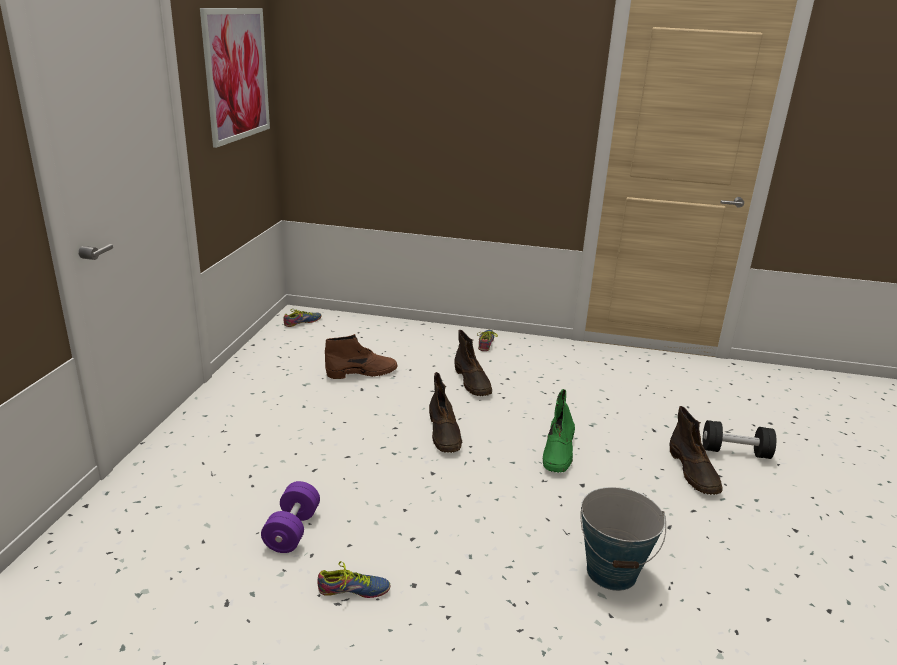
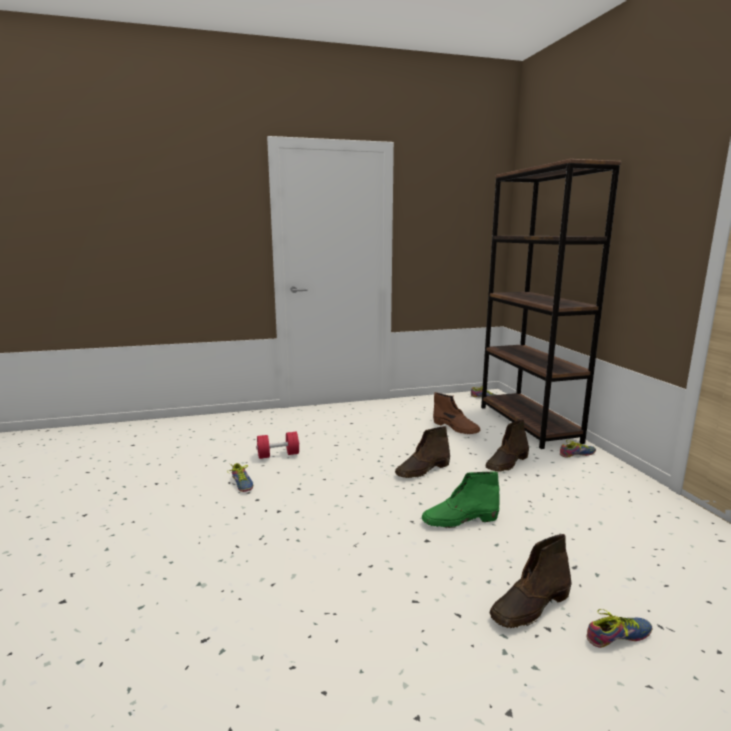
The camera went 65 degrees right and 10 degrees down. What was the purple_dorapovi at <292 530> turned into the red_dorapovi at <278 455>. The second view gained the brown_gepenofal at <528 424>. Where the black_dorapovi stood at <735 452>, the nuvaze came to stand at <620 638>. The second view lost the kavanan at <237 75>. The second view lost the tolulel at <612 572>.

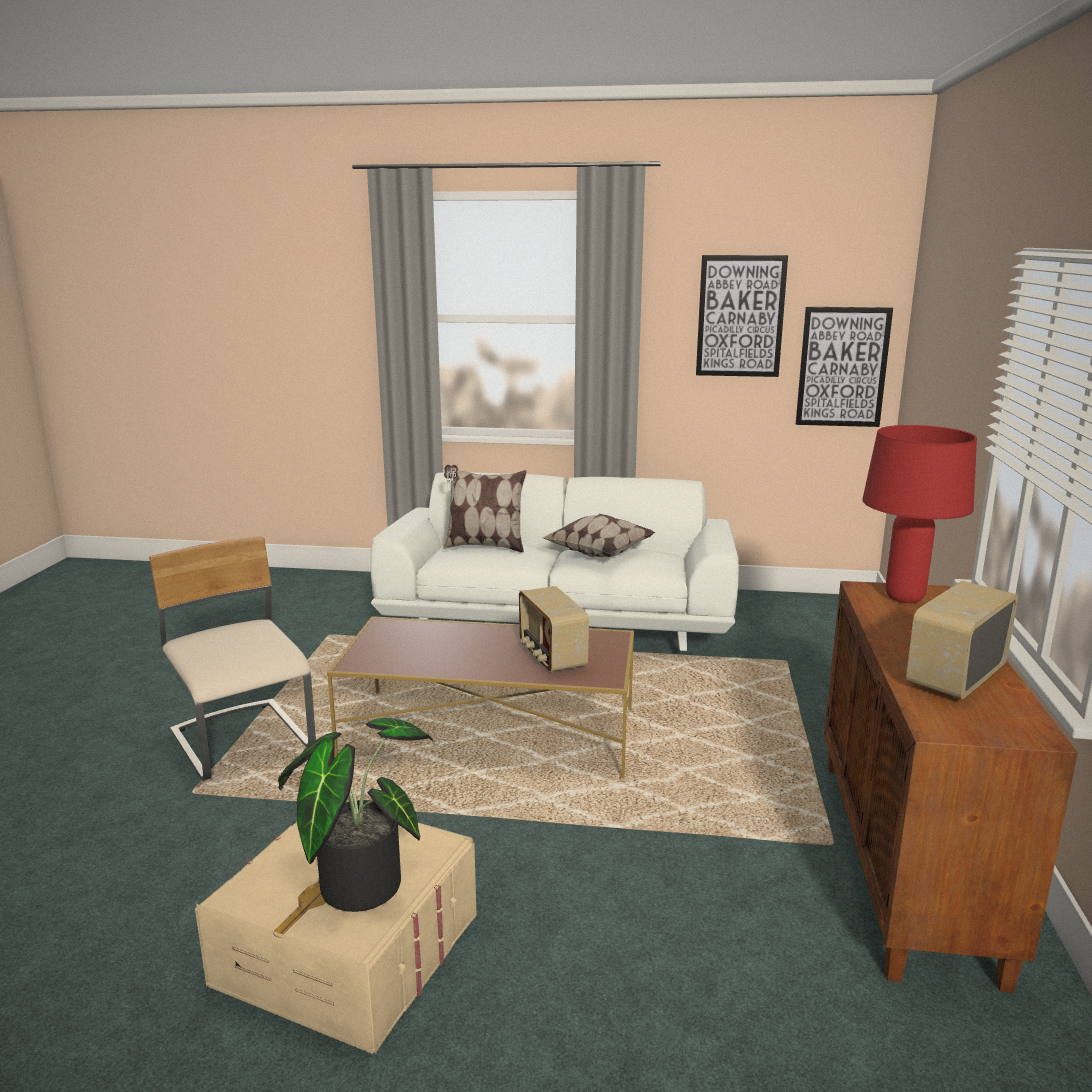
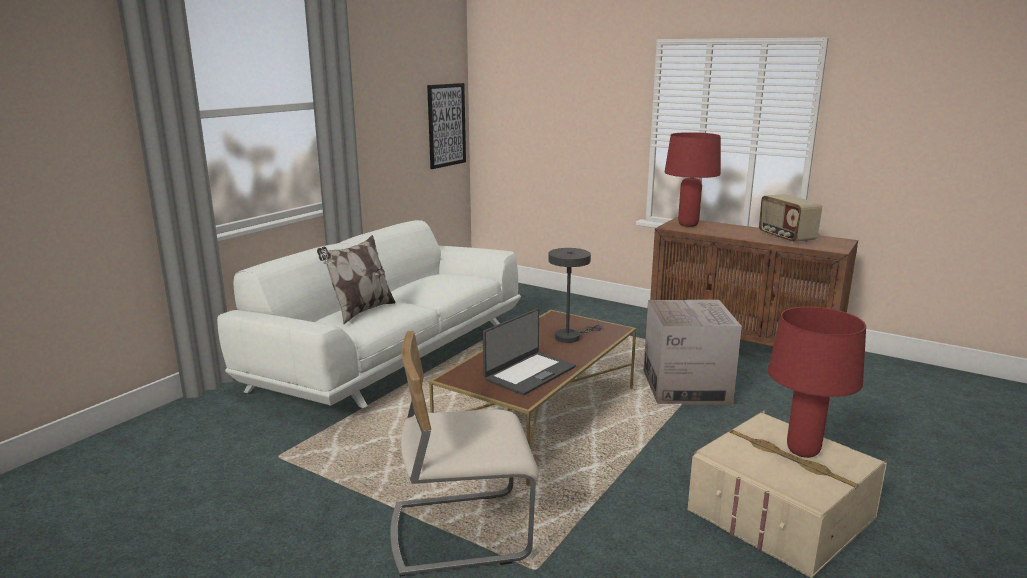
The camera went 65 degrees left and 0 degrees up. The second view gained the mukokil at <529 373>. Where the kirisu stood at <551 657>, the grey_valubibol came to stand at <570 336>. The second view gained the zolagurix at <686 387>. Where the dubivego stood at <358 880>, the red_valubibol came to stand at <802 451>. The second view lost the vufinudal at <598 554>. The second view lost the kavanan at <740 316>.

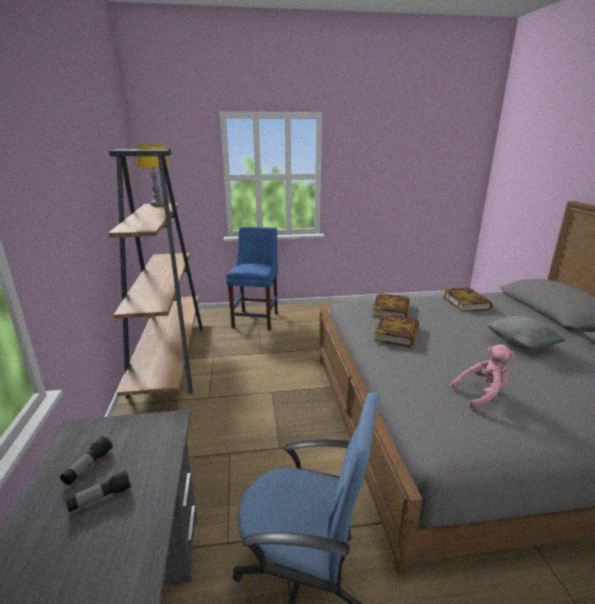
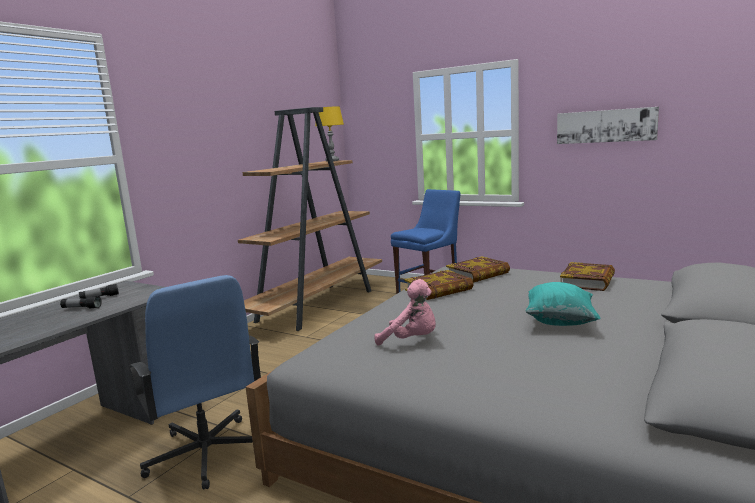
The camera went 40 degrees right and 10 degrees down. What was the grey_vufinudal at <521 344> turned into the turquoise_vufinudal at <560 321>. The second view gained the kavanan at <605 126>.

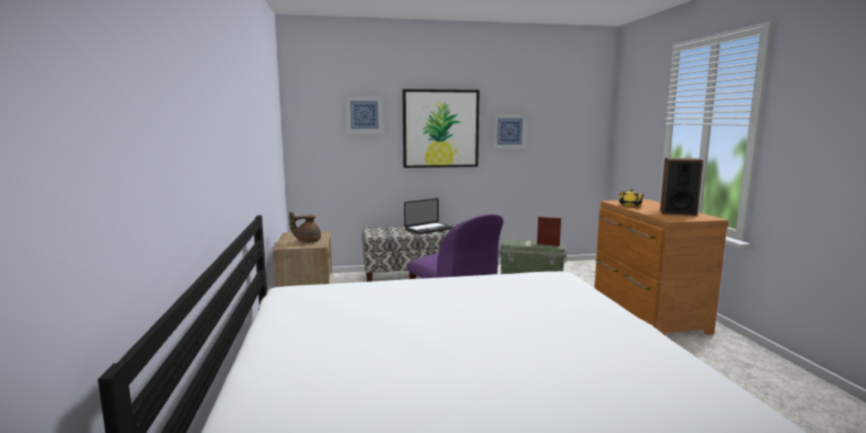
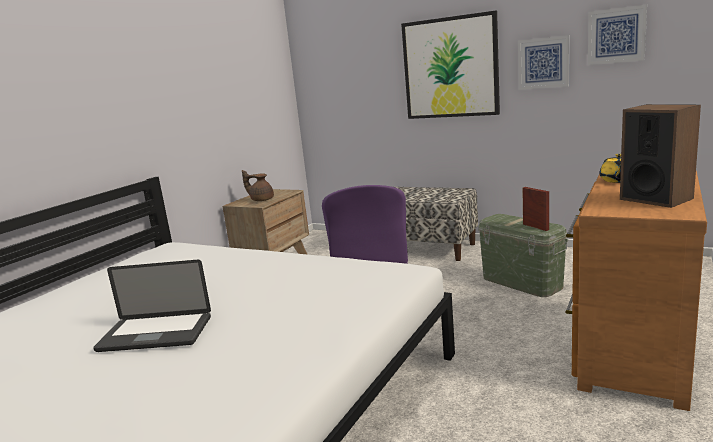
The camera went 40 degrees right and 5 degrees up. The mukokil ended up elsewhere, having gone from <429 229> to <155 334>. The kavanan ended up elsewhere, having gone from <364 114> to <616 35>.

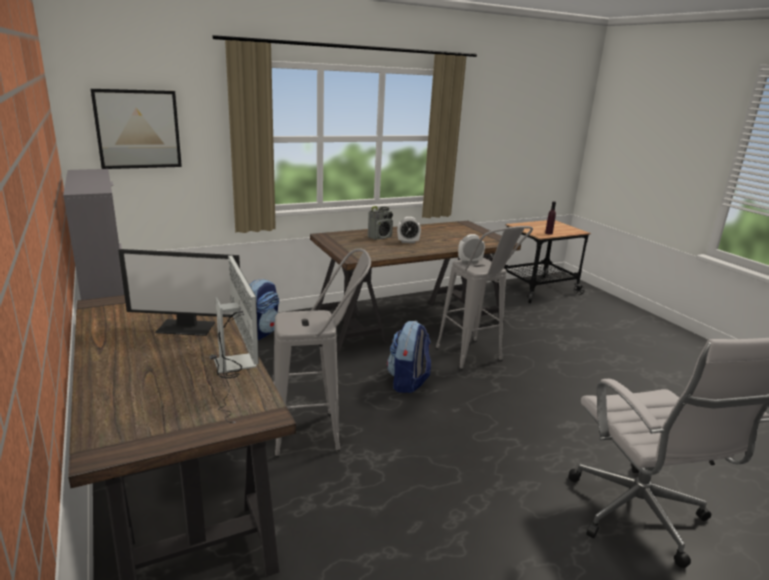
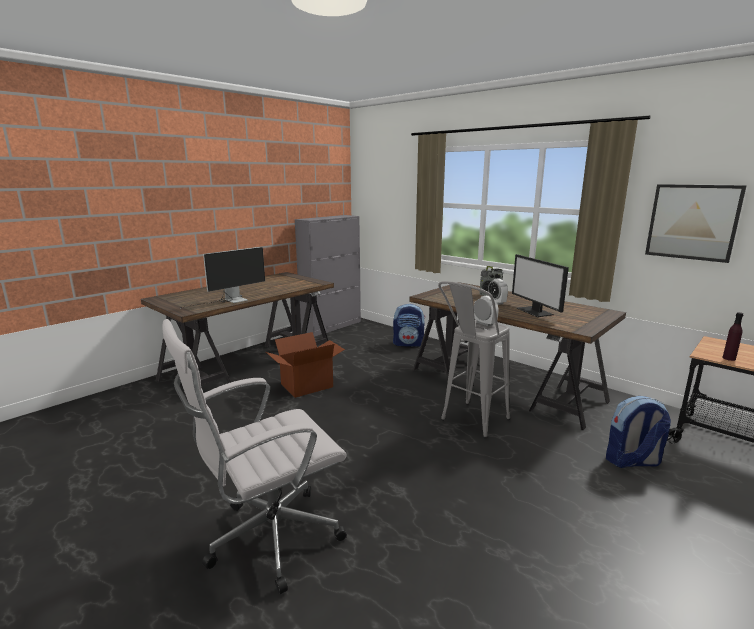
The camera went 70 degrees right and 5 degrees down. Where the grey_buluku stood at <318 433>, the zolagurix came to stand at <306 385>. The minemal ended up elsewhere, having gone from <187 327> to <535 311>. The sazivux ended up elsewhere, having gone from <408 382> to <632 461>. The kavanan ended up elsewhere, having gone from <138 129> to <692 222>.

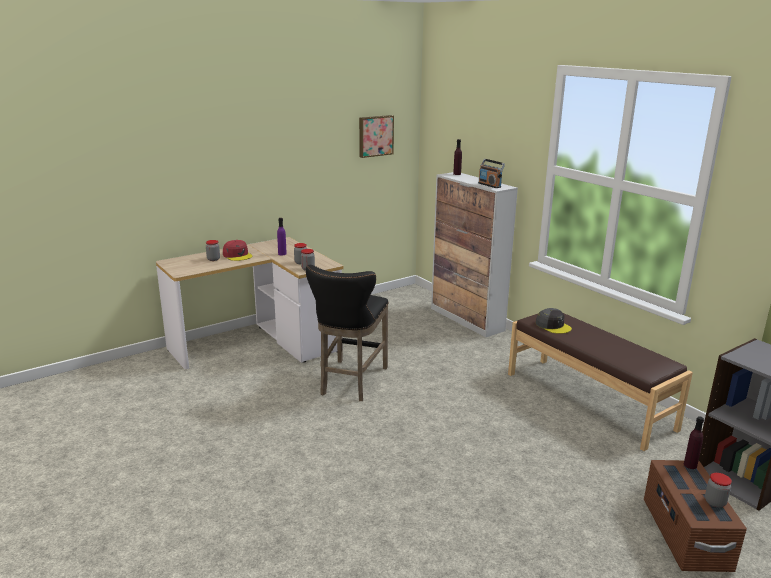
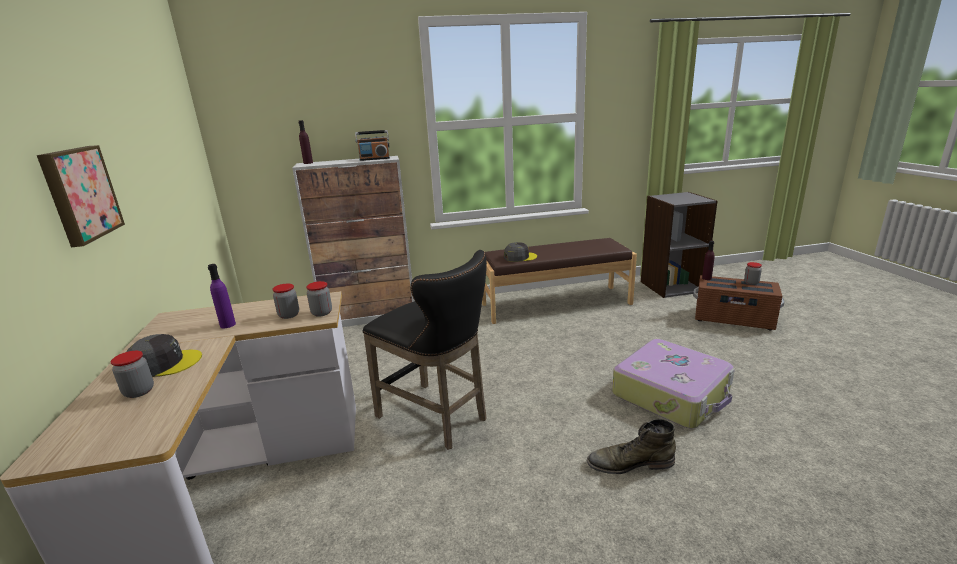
The camera went 65 degrees left and 0 degrees up. The kavanan ended up elsewhere, having gone from <375 136> to <79 194>. What was the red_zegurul at <237 255> turned into the grey_zegurul at <164 364>. The second view gained the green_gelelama at <629 463>. The second view gained the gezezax at <672 394>.

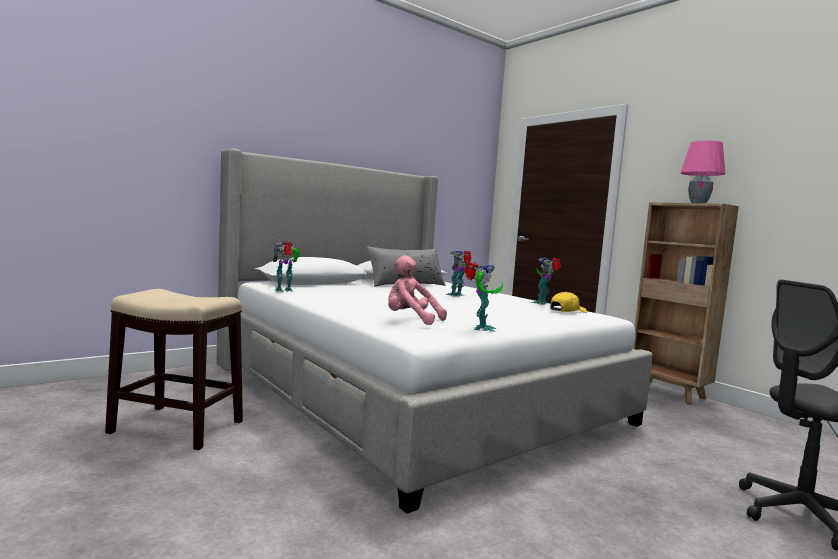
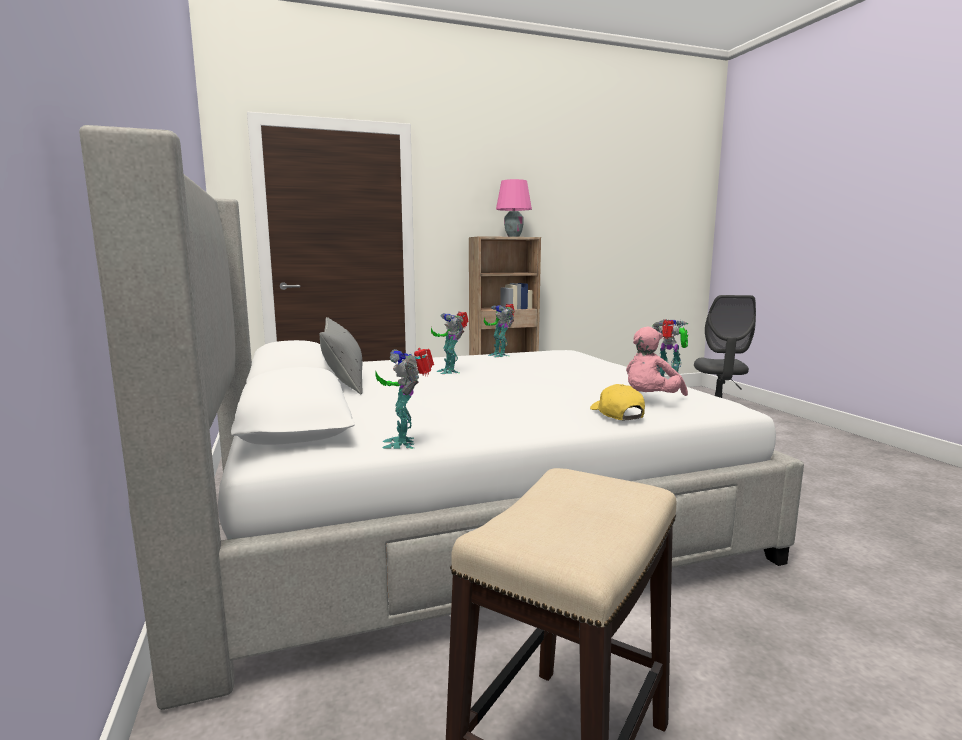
The camera went 70 degrees left and 5 degrees up. The yellow_zegurul ended up elsewhere, having gone from <567 311> to <616 414>.

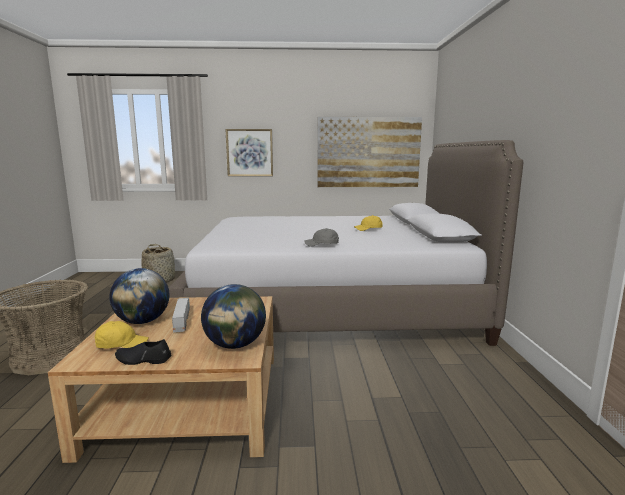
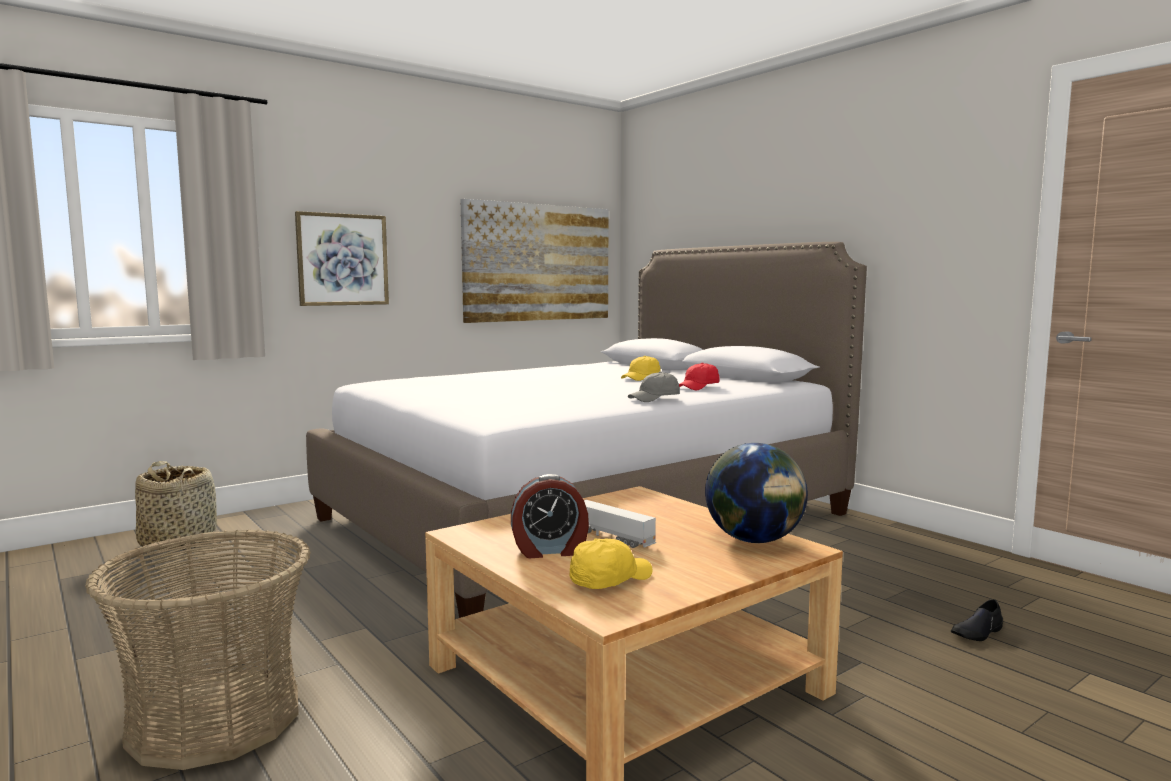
The camera went 35 degrees left and 5 degrees down. Where the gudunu stood at <142 321>, the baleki came to stand at <550 551>. The second view gained the red_zegurul at <698 387>. The black_nuvaze ended up elsewhere, having gone from <143 359> to <977 632>.

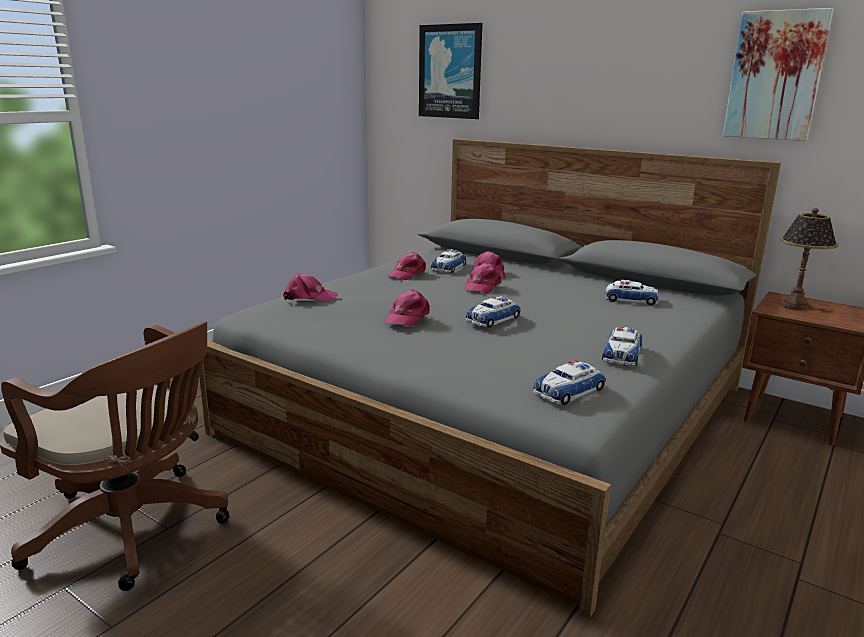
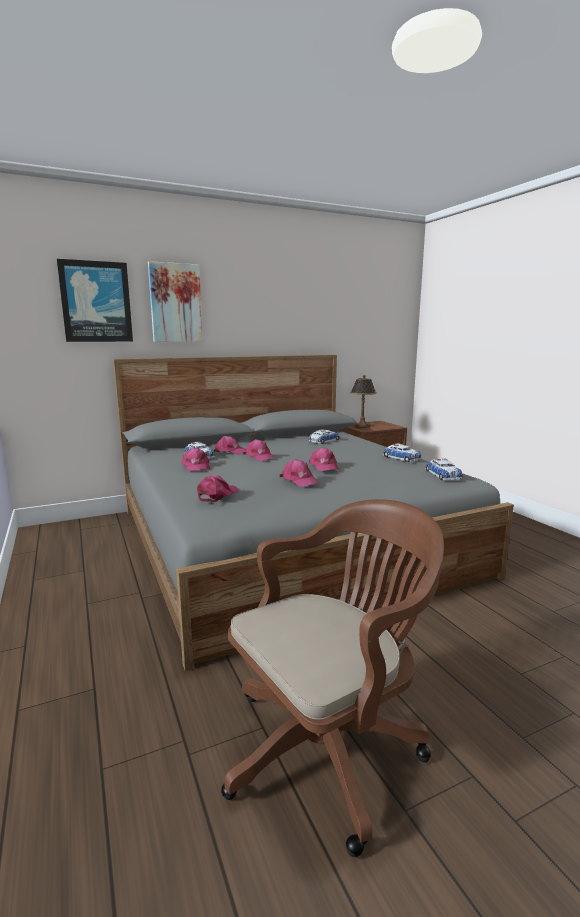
The camera went 60 degrees left and 5 degrees down. The kavanan ended up elsewhere, having gone from <775 76> to <175 303>. Where the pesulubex stood at <493 319>, the pink_zegurul came to stand at <323 466>.

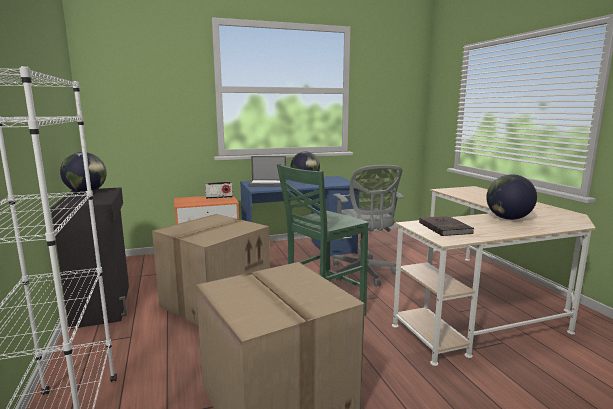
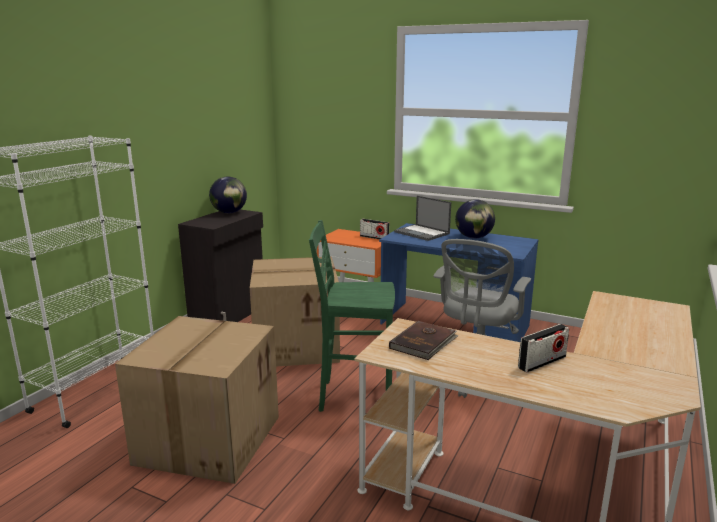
The camera went 45 degrees right and 5 degrees up. Where the gudunu stood at <508 218>, the kirisu came to stand at <542 362>.

